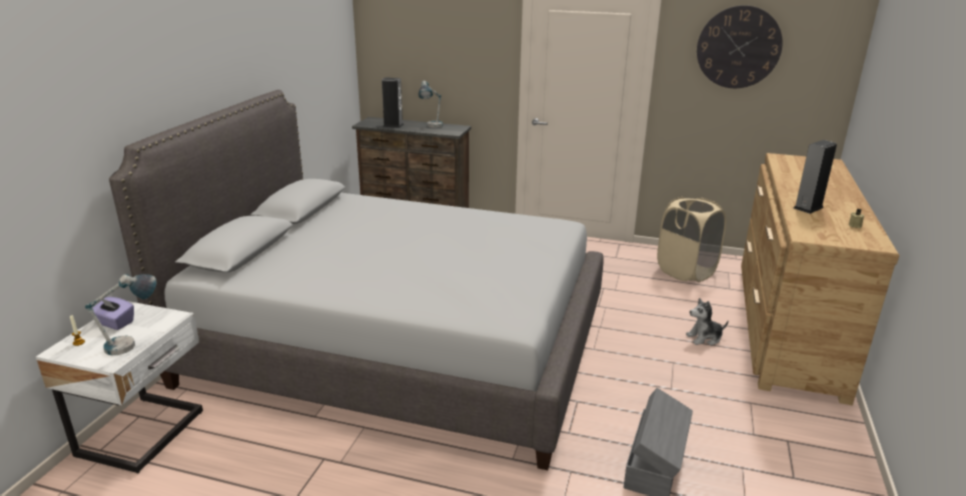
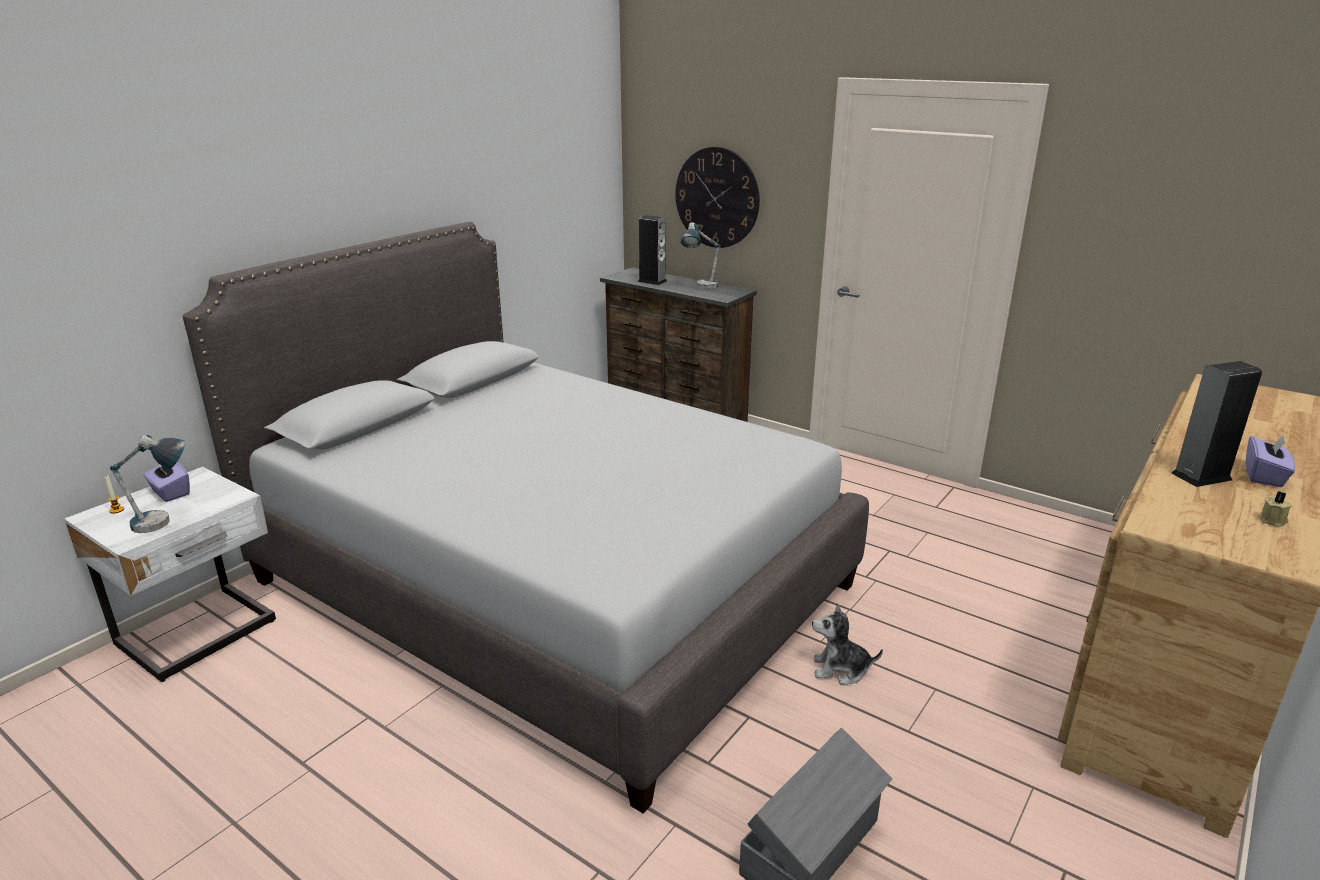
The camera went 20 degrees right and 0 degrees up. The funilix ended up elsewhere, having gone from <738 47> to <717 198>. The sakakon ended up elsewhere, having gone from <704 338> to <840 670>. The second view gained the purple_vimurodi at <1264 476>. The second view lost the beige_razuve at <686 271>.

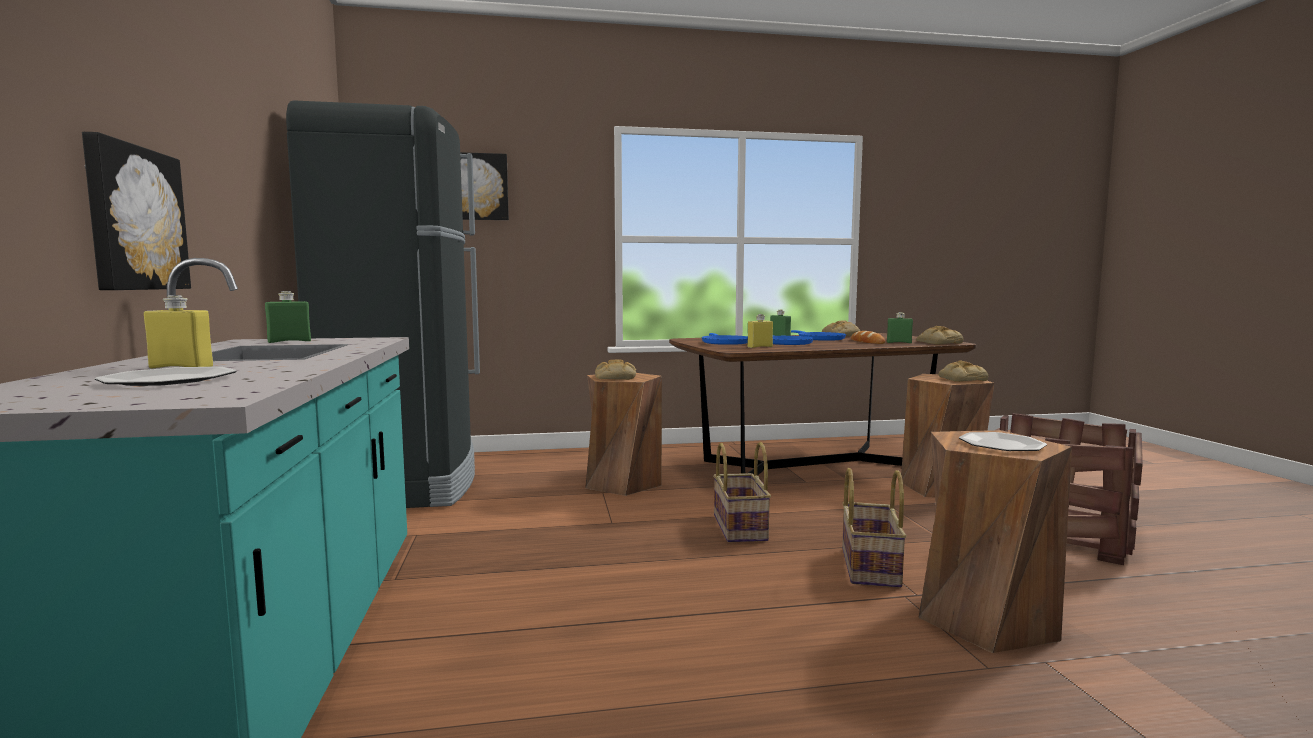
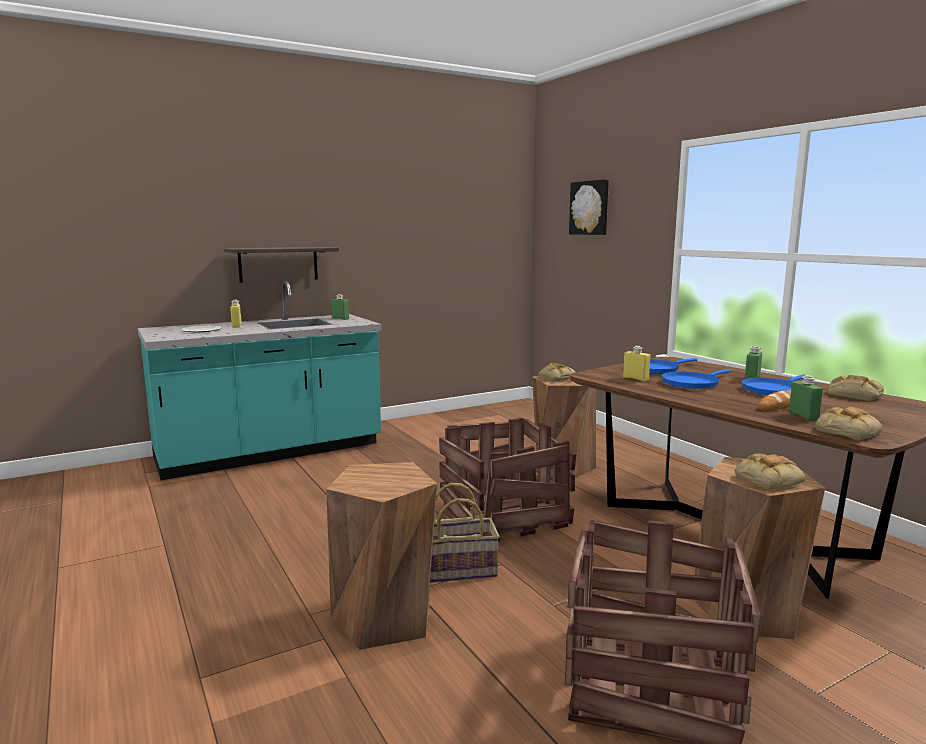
The camera went 70 degrees right and 5 degrees up. Where the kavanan hung at <134 219>, the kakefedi came to hang at <278 264>. Where the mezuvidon stood at <741 528>, the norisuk came to stand at <502 517>. The second view lost the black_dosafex at <405 484>. The second view lost the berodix at <1001 444>.

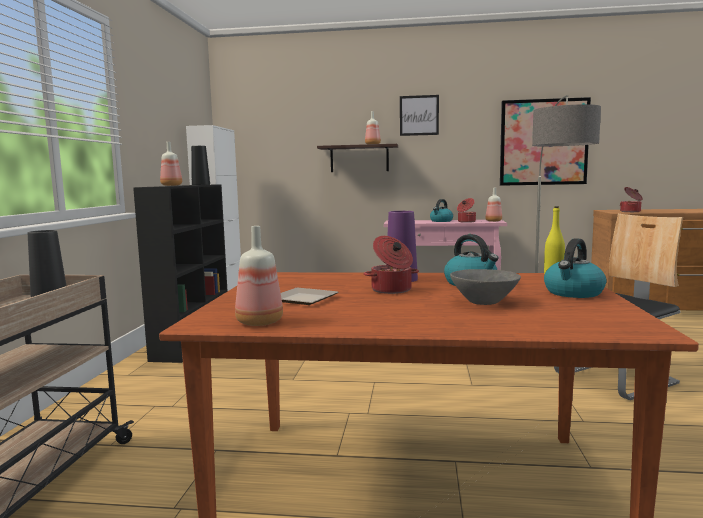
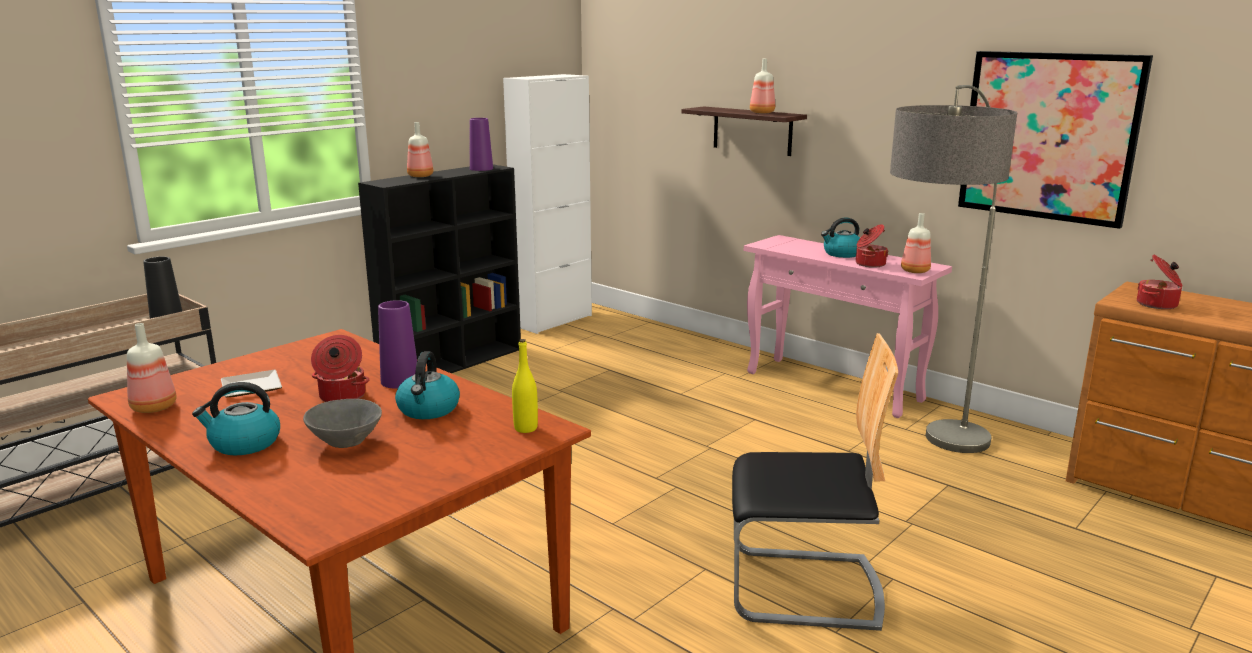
The camera went 35 degrees right and 10 degrees up. The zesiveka ended up elsewhere, having gone from <573 293> to <244 444>. What was the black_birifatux at <201 184> turned into the purple_birifatux at <481 169>. The second view lost the kavanan at <419 115>.

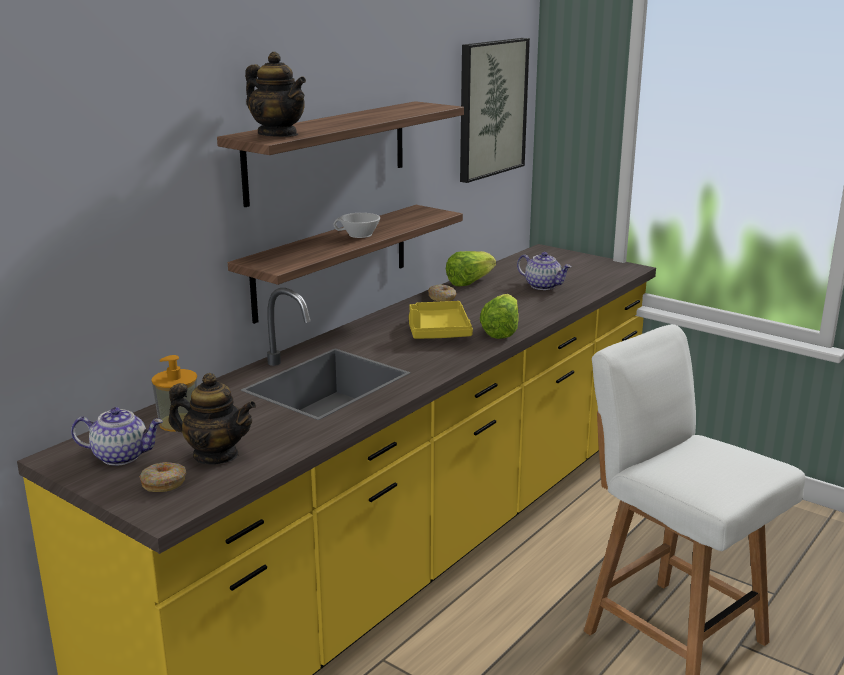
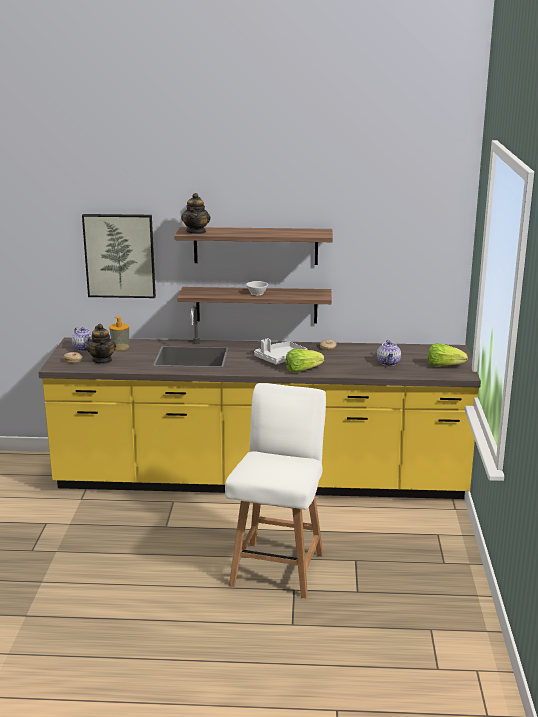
The camera went 55 degrees right and 0 degrees up. The kavanan ended up elsewhere, having gone from <491 108> to <120 255>. What was the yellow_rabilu at <437 331> turned into the grey_rabilu at <280 358>. The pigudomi ended up elsewhere, having gone from <469 282> to <444 365>.

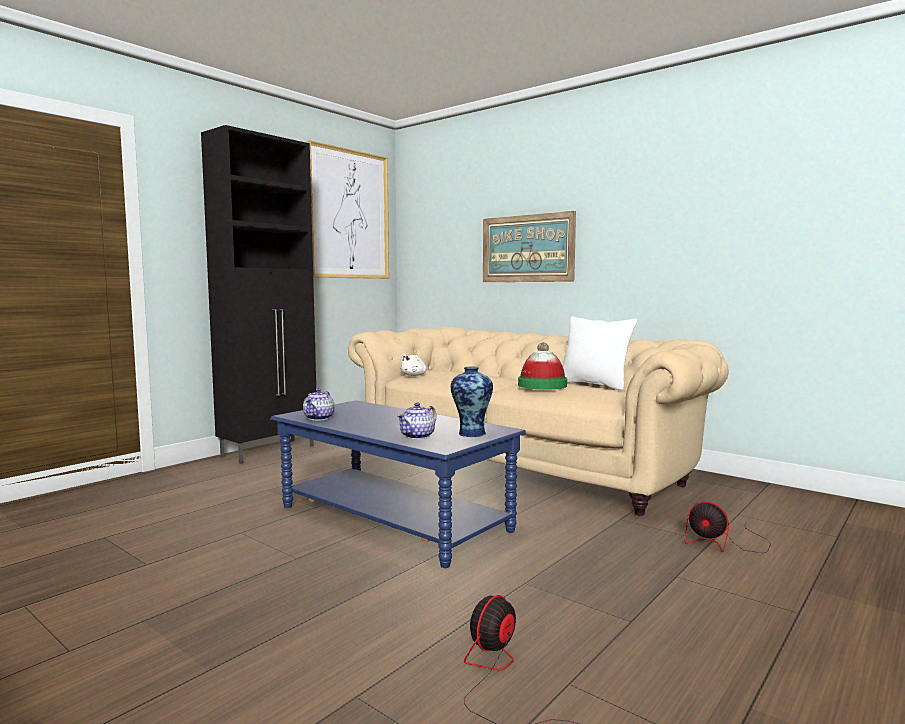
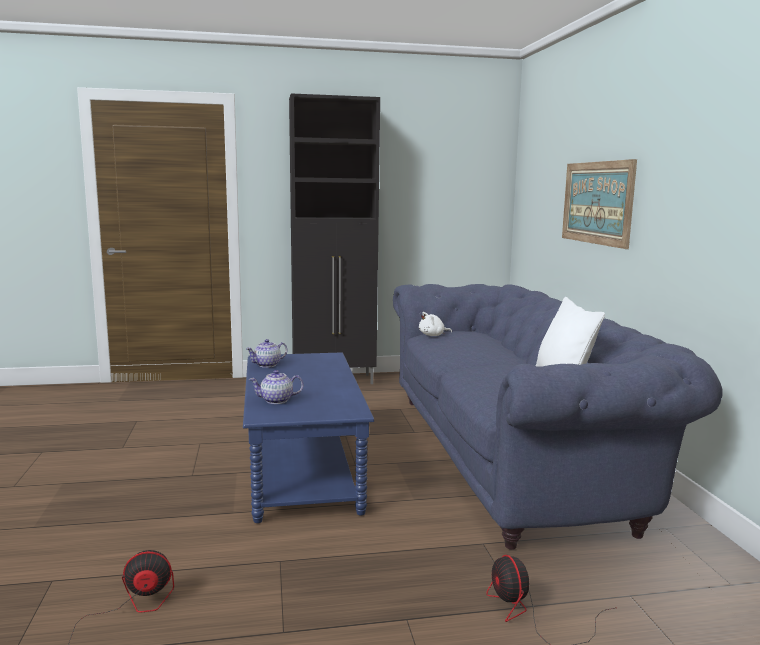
The camera went 40 degrees right and 5 degrees up. What was the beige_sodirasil at <526 464> turned into the blue_sodirasil at <516 454>. The second view lost the kavanan at <349 214>. The second view lost the birifatux at <471 433>. The second view lost the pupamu at <542 385>.

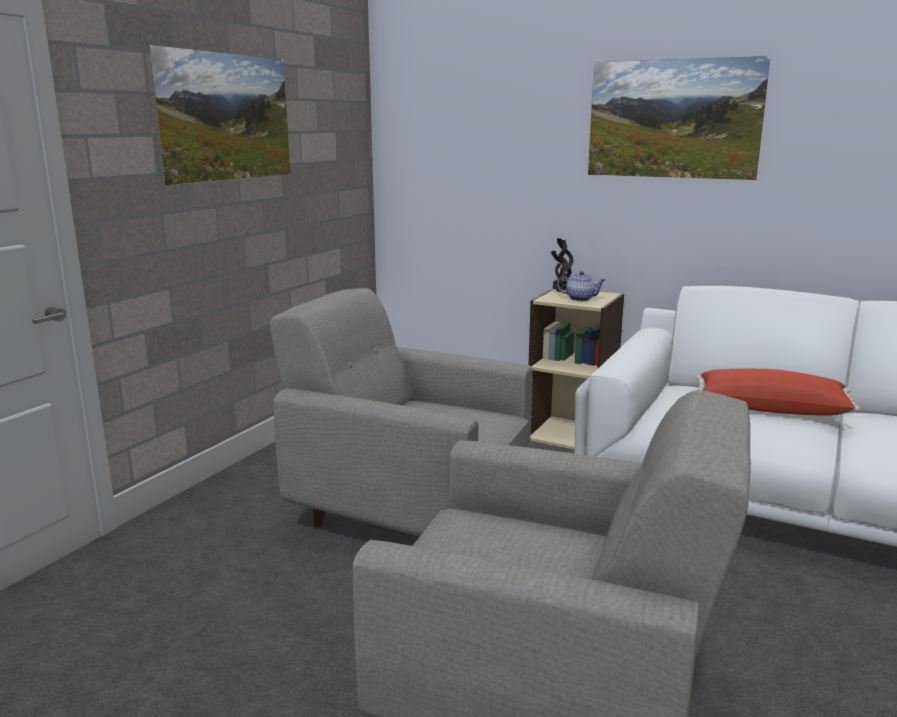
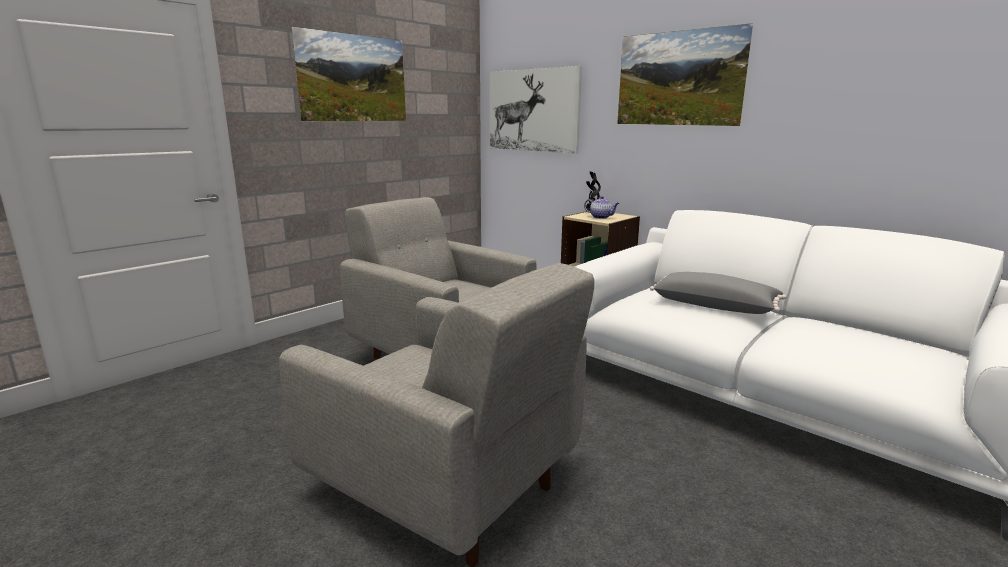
The camera went 15 degrees right and 0 degrees up. The second view gained the kavanan at <533 110>. What was the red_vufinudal at <770 408> turned into the grey_vufinudal at <715 306>.

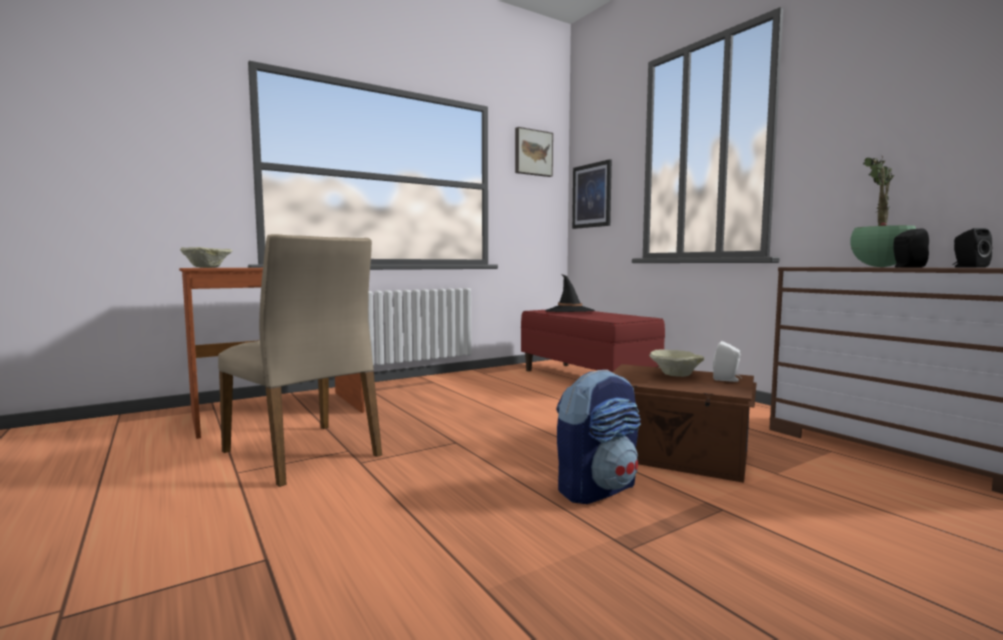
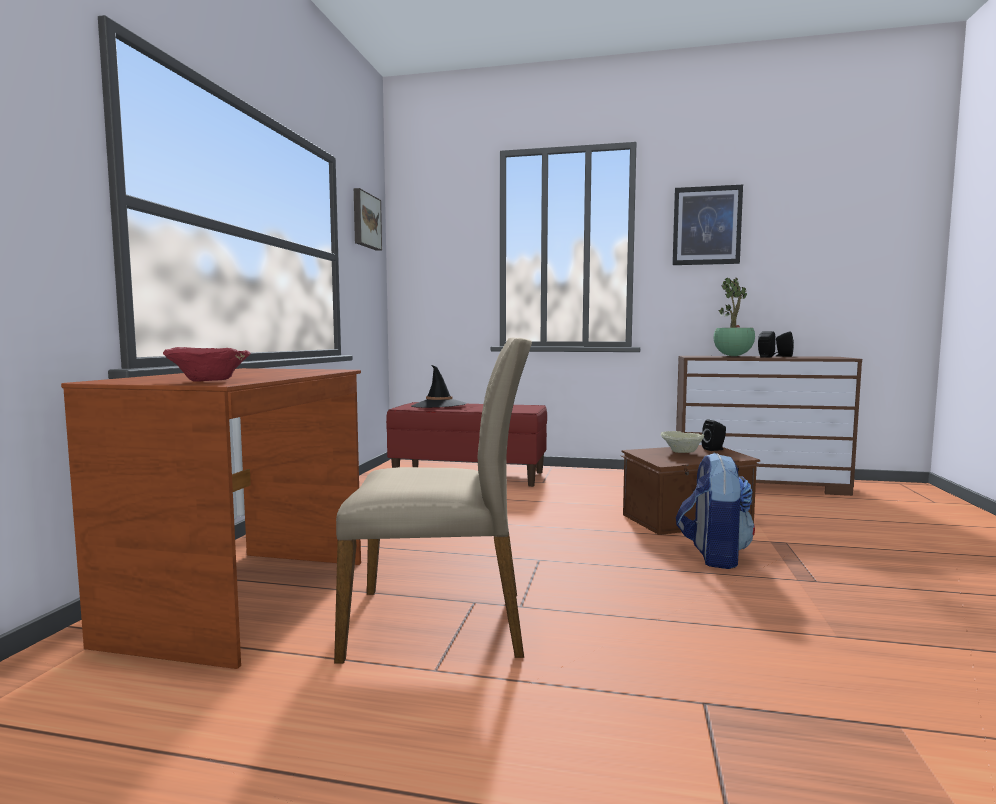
The camera went 45 degrees left and 0 degrees up. What was the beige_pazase at <208 267> turned into the red_pazase at <210 381>. The kavanan ended up elsewhere, having gone from <592 195> to <706 226>. What was the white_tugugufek at <727 379> turned into the black_tugugufek at <714 449>.

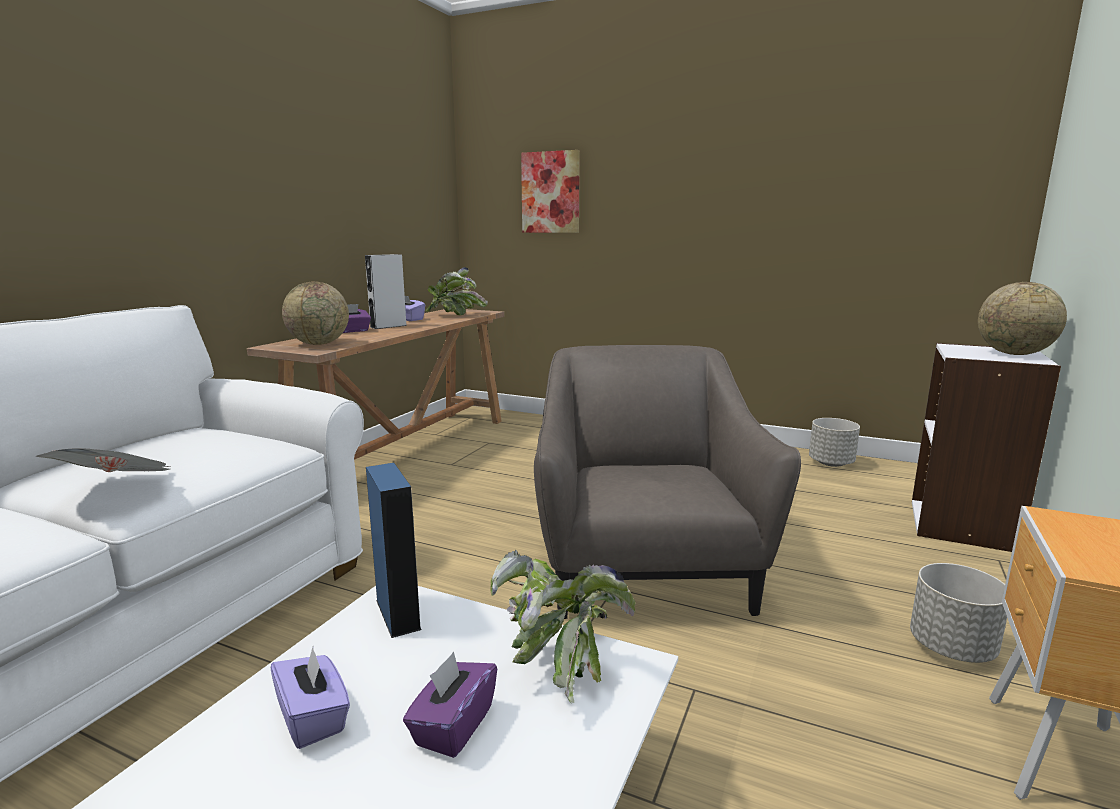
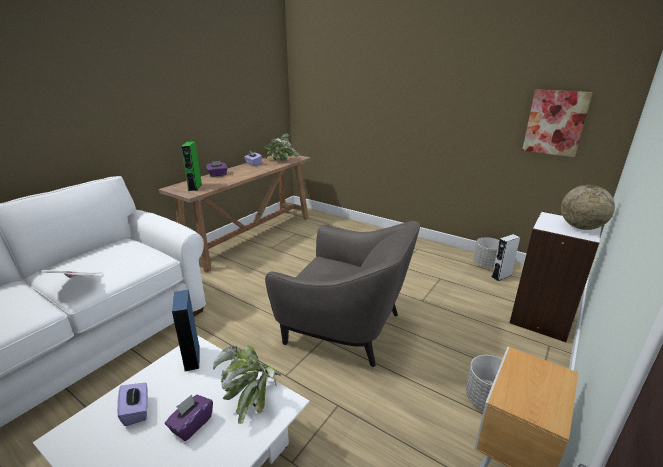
The camera went 10 degrees right and 10 degrees up. Where the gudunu stood at <319 344>, the green_tugugufek came to stand at <195 187>. The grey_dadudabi at <644 566> ended up facing another way, 105 degrees clockwise from before. The grey_tugugufek ended up elsewhere, having gone from <388 326> to <501 276>. The kavanan ended up elsewhere, having gone from <550 192> to <555 123>.

